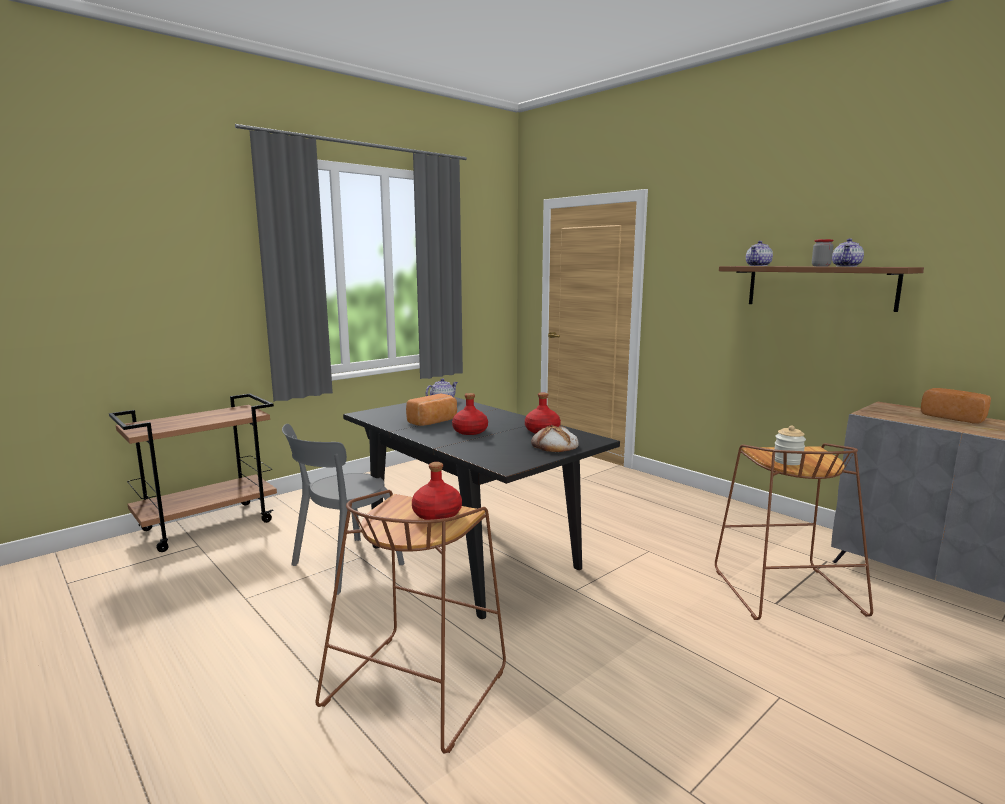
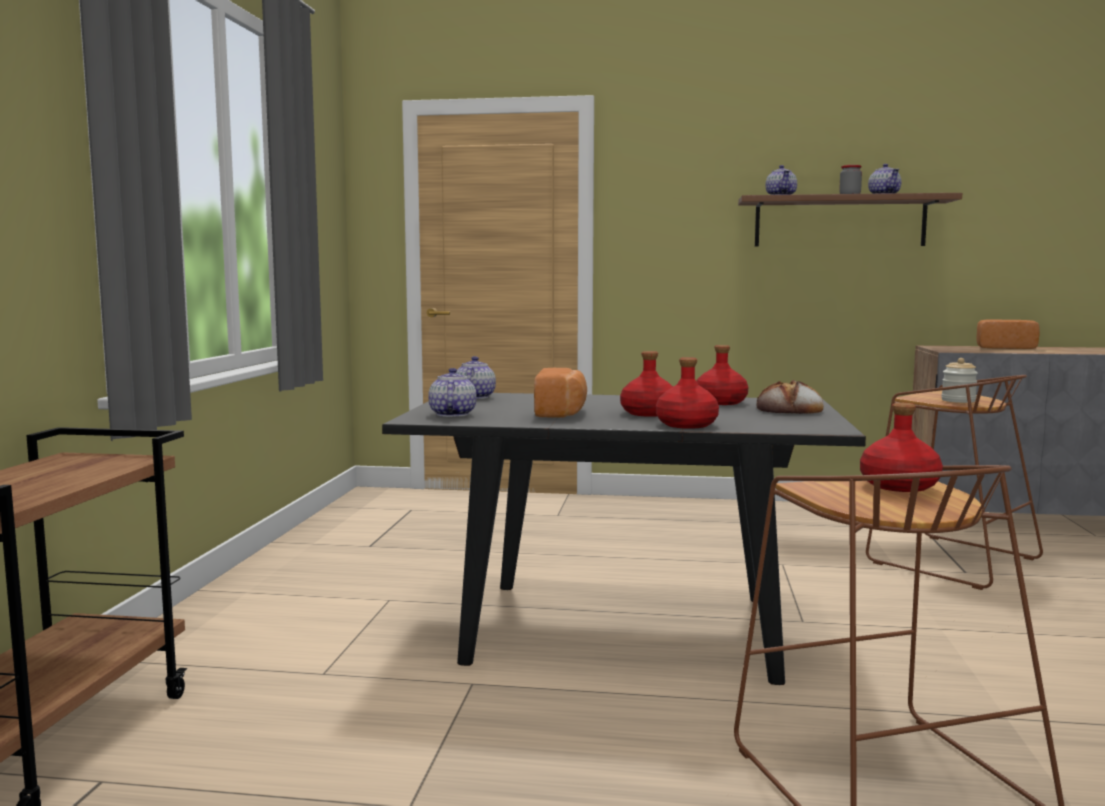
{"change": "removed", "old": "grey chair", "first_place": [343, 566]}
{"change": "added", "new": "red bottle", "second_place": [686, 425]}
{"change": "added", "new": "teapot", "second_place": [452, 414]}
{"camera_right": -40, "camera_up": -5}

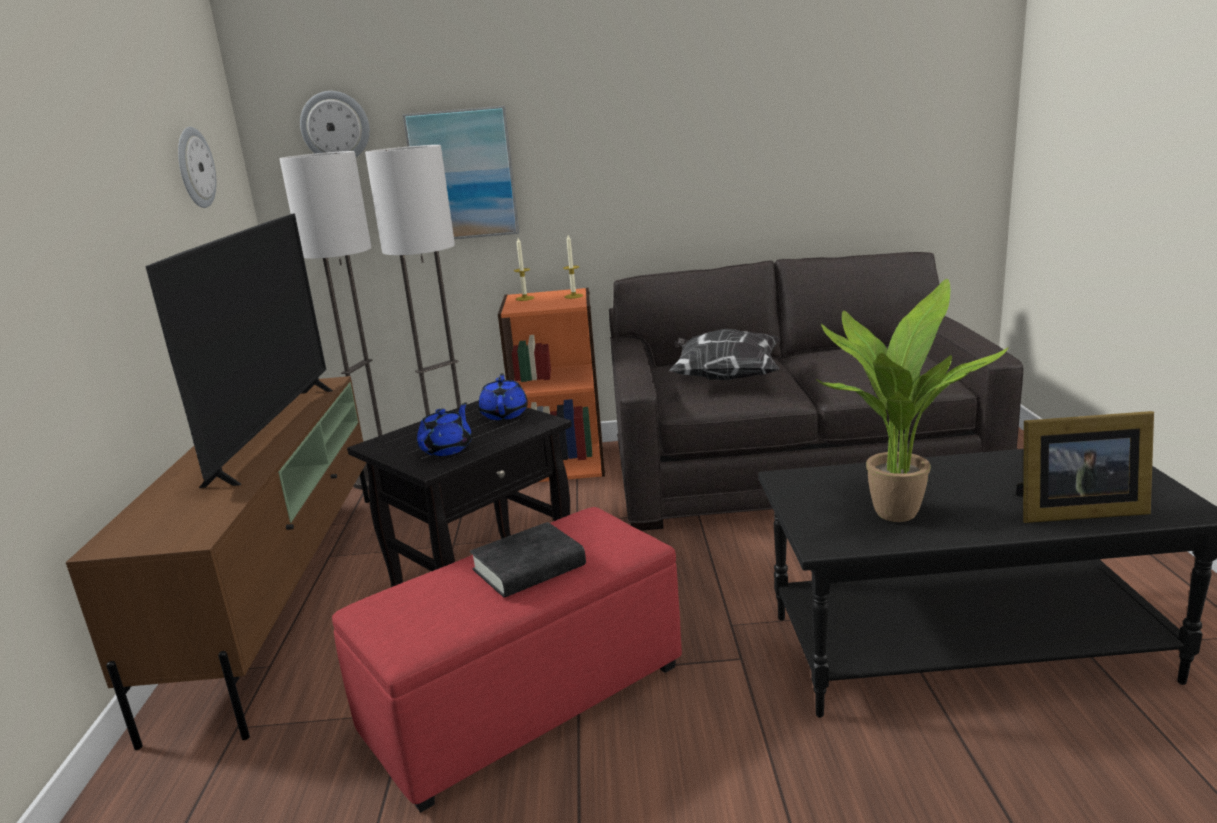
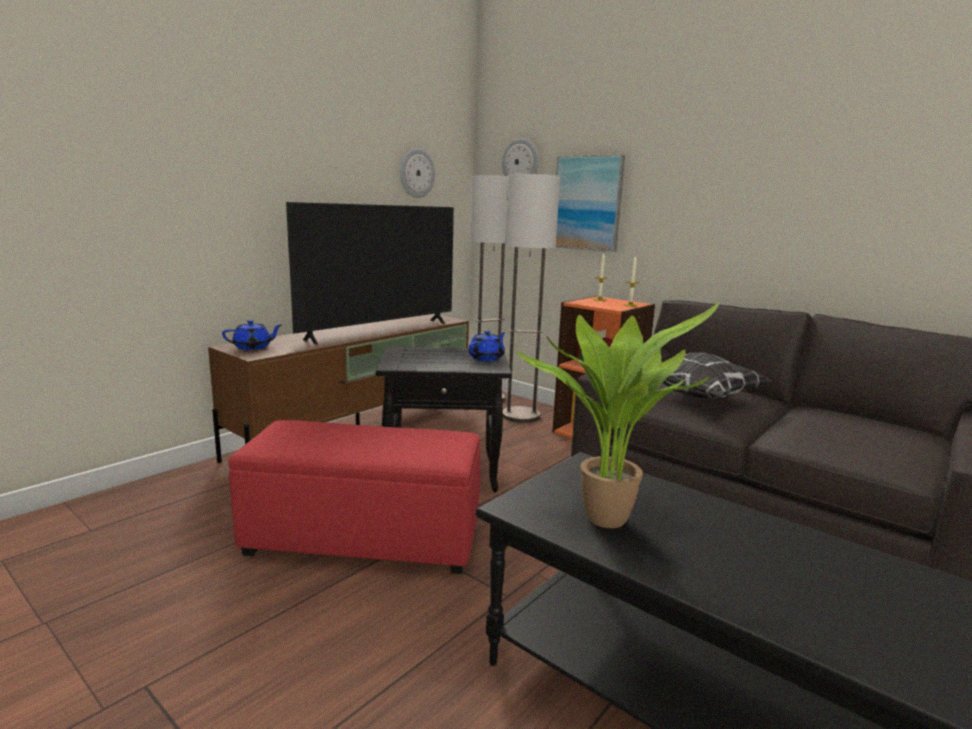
{"change": "moved", "old": "blue teapot", "first_place": [447, 448], "second_place": [253, 347]}
{"change": "removed", "old": "picture frame", "first_place": [1073, 511]}
{"change": "removed", "old": "black book", "first_place": [529, 568]}
{"camera_right": 40, "camera_up": -5}

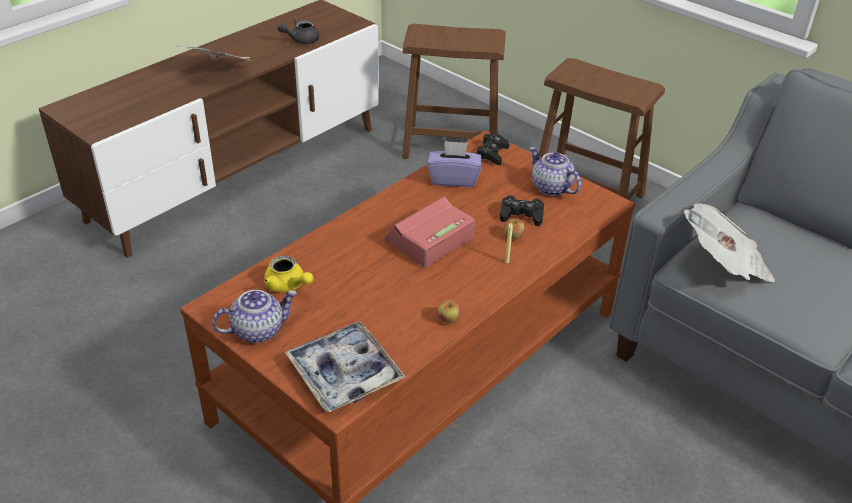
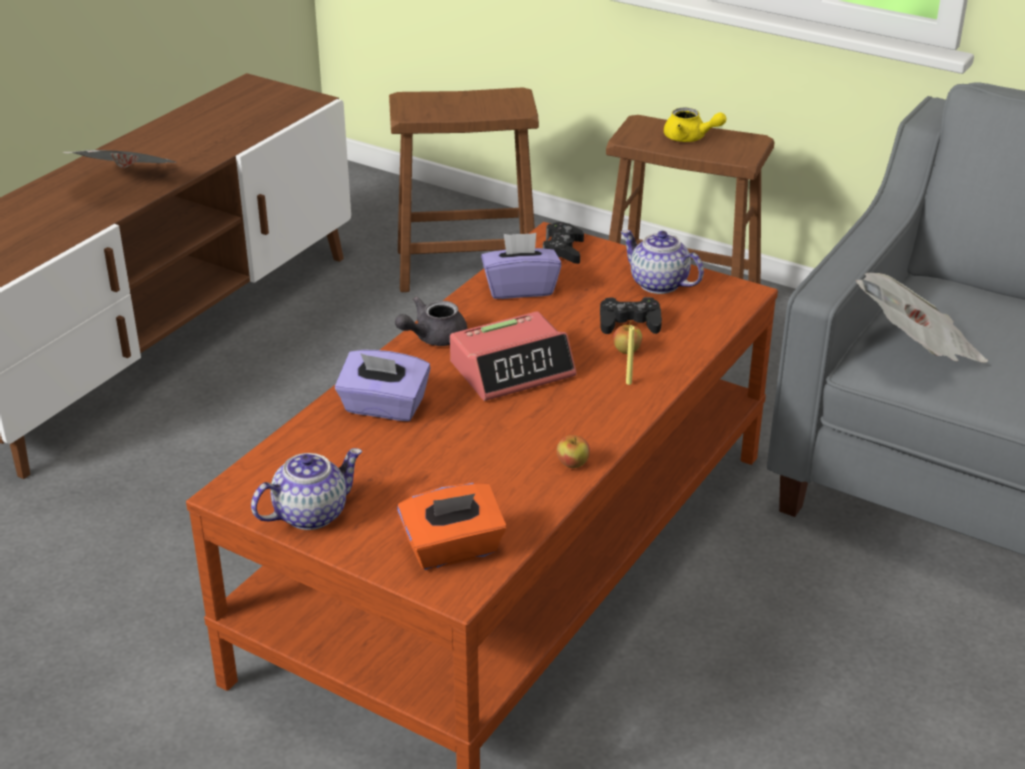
{"change": "moved", "old": "grey teapot", "first_place": [300, 40], "second_place": [433, 338]}
{"change": "turned", "old": "alarm clock", "first_place": [429, 240], "second_place": [512, 369], "degrees": -150}
{"change": "moved", "old": "yellow teapot", "first_place": [288, 286], "second_place": [690, 138]}
{"change": "replaced", "old": "tray", "new": "orange tissue box", "first_place": [344, 373], "second_place": [453, 550]}
{"change": "added", "new": "purple tissue box", "second_place": [384, 407]}
{"camera_right": -10, "camera_up": -5}

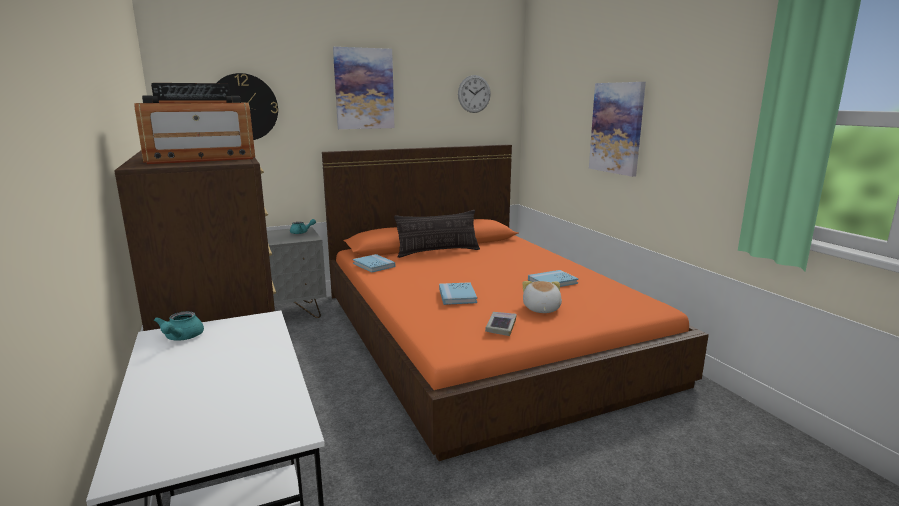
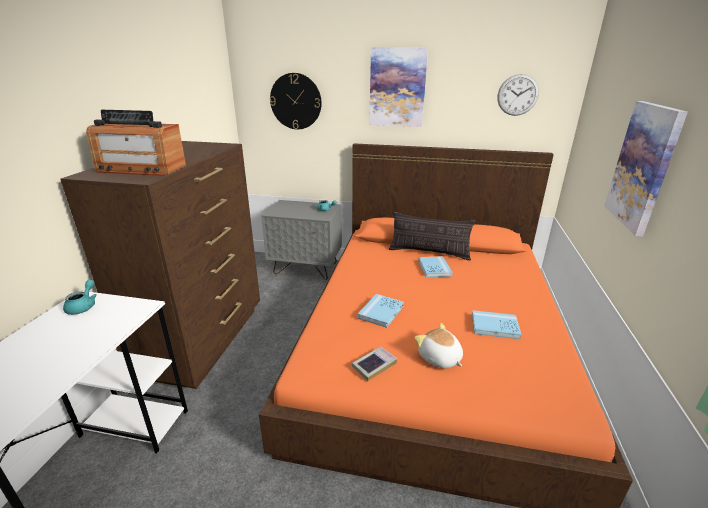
{"change": "moved", "old": "blue book", "first_place": [374, 265], "second_place": [434, 268]}
{"change": "turned", "old": "plush toy", "first_place": [541, 309], "second_place": [439, 358], "degrees": -75}
{"change": "turned", "old": "turquoise teapot", "first_place": [181, 338], "second_place": [84, 306], "degrees": 150}
{"camera_right": 35, "camera_up": 10}

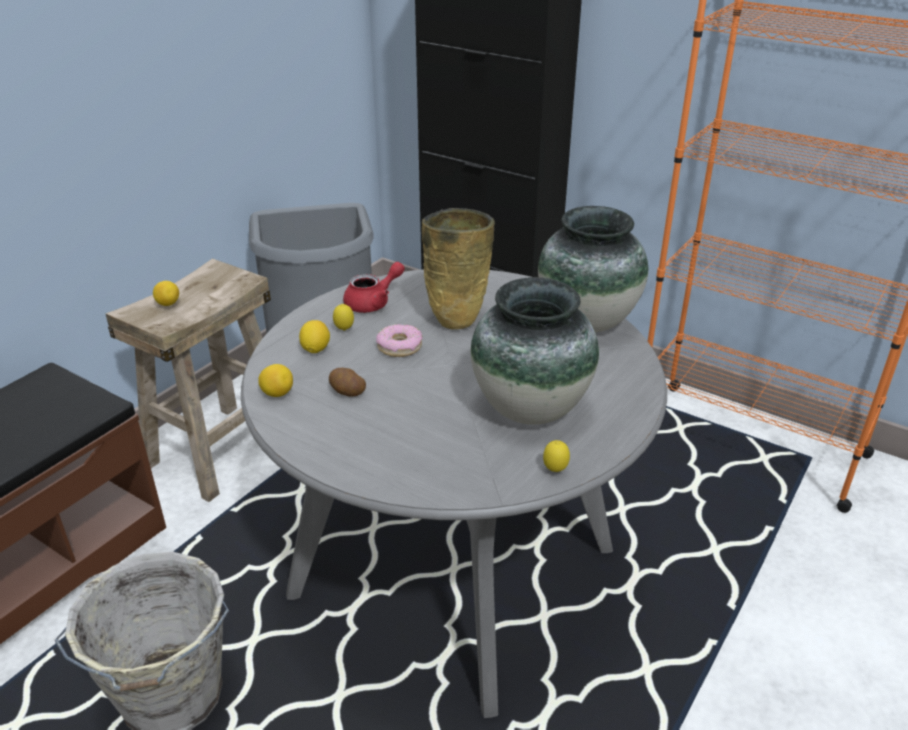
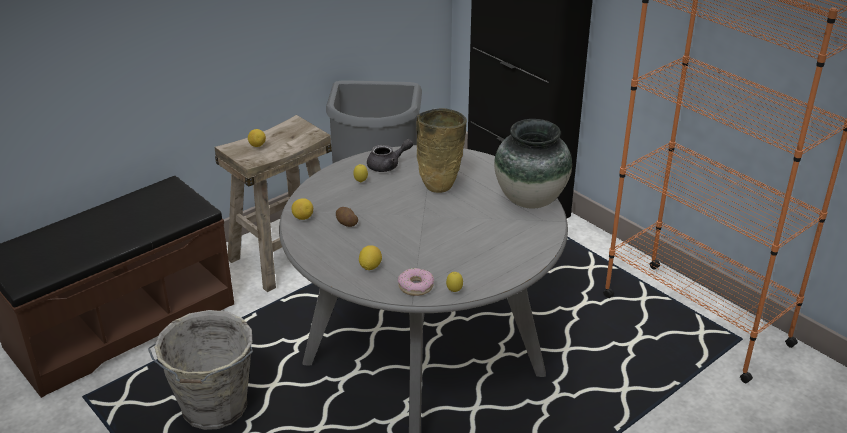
{"change": "recoloured", "old": "red teapot", "new": "grey teapot", "first_place": [373, 303], "second_place": [388, 165]}
{"change": "removed", "old": "vase", "first_place": [530, 408]}
{"change": "moved", "old": "lemon", "first_place": [315, 349], "second_place": [370, 267]}
{"change": "moved", "old": "donut", "first_place": [399, 347], "second_place": [416, 286]}
{"camera_right": 15, "camera_up": 0}

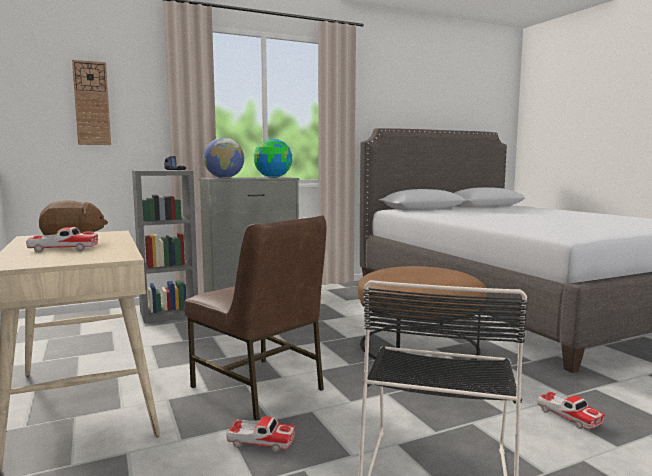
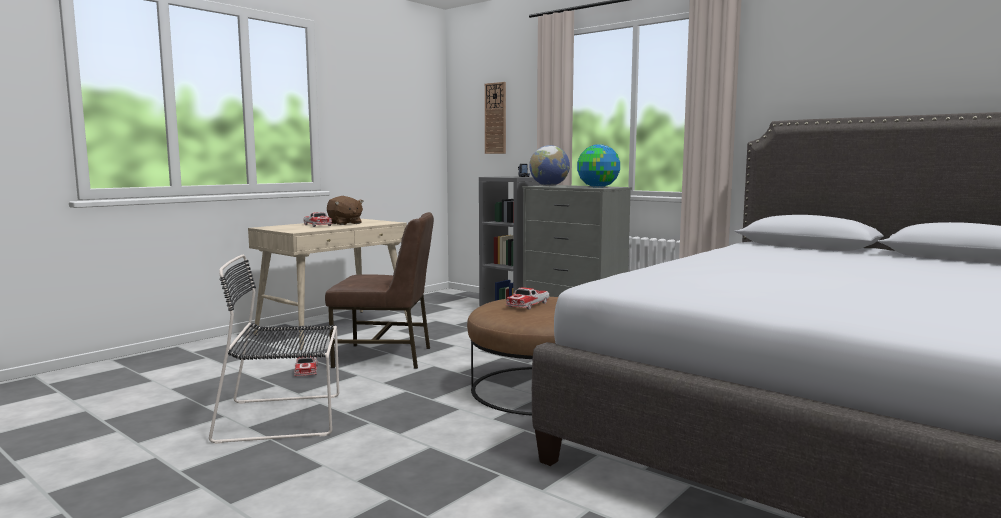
{"change": "turned", "old": "brown chair", "first_place": [259, 388], "second_place": [385, 357], "degrees": -105}
{"change": "moved", "old": "toy car", "first_place": [568, 416], "second_place": [528, 305]}
{"camera_right": 65, "camera_up": 0}

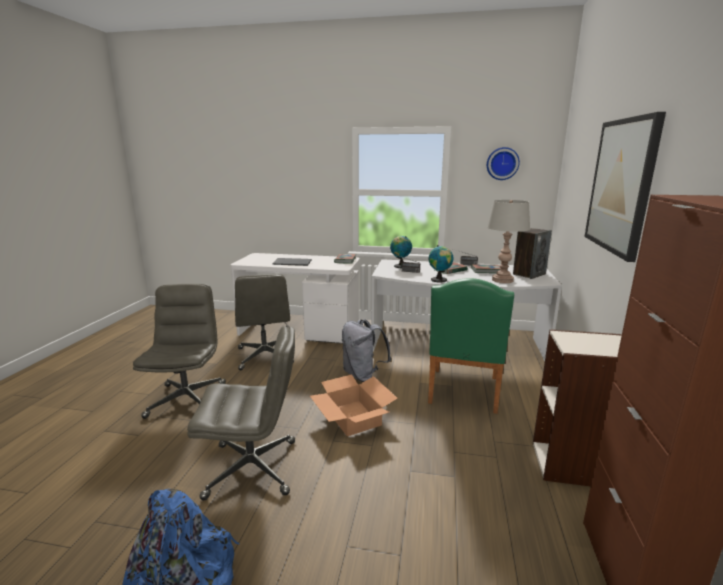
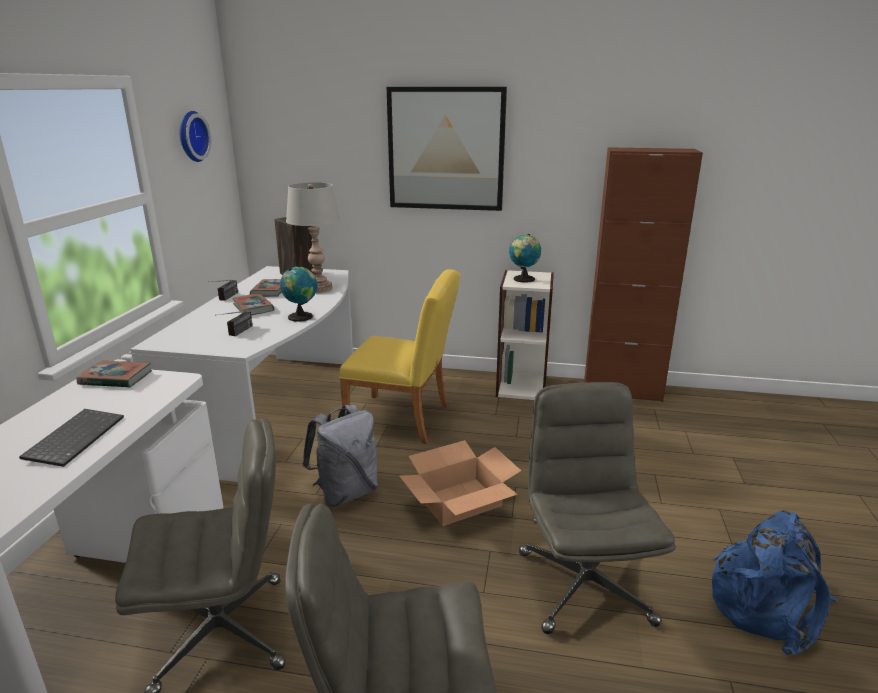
{"change": "moved", "old": "globe", "first_place": [400, 266], "second_place": [523, 279]}
{"change": "recoloured", "old": "green chair", "new": "yellow chair", "first_place": [463, 393], "second_place": [405, 419]}
{"camera_right": -90, "camera_up": 5}

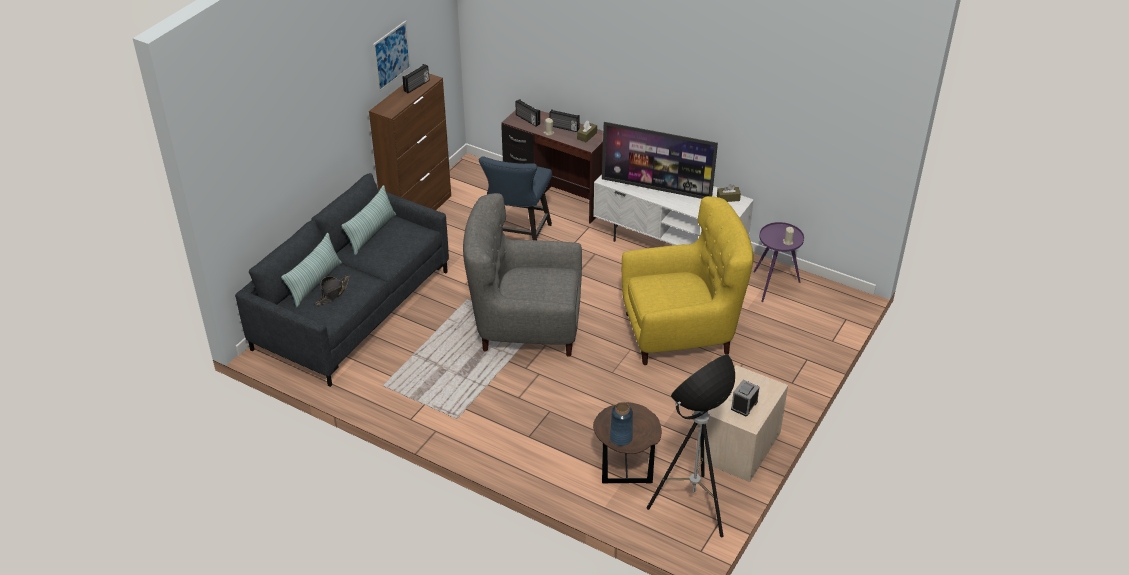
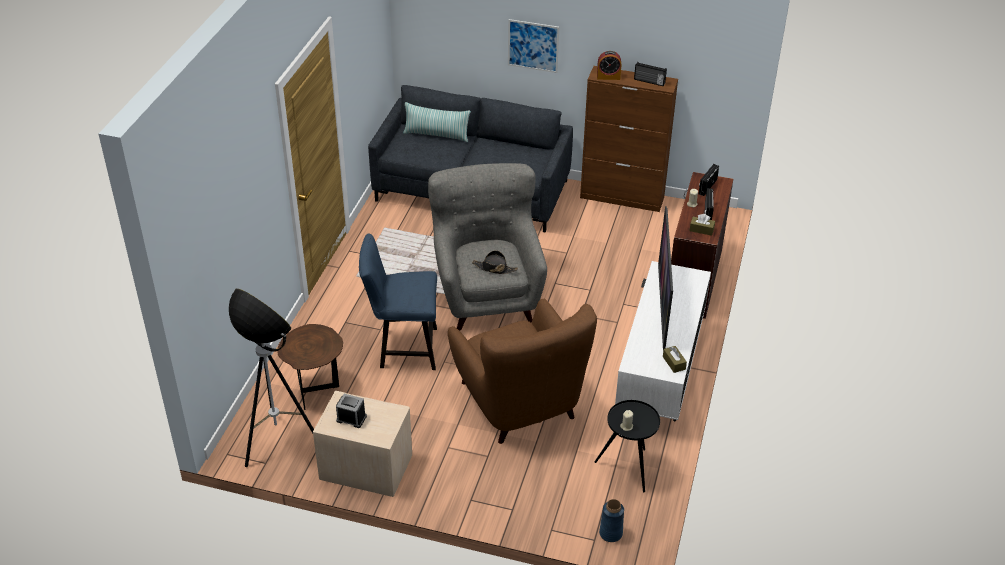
{"change": "moved", "old": "picture", "first_place": [391, 56], "second_place": [533, 46]}
{"change": "moved", "old": "blue chair", "first_place": [518, 238], "second_place": [403, 349]}
{"change": "removed", "old": "pillow", "first_place": [371, 233]}
{"change": "recoloured", "old": "yellow armchair", "new": "brown armchair", "first_place": [681, 332], "second_place": [519, 403]}
{"change": "recoloured", "old": "purple side table", "new": "black side table", "first_place": [774, 285], "second_place": [627, 470]}
{"change": "moved", "old": "black hat", "first_place": [333, 293], "second_place": [494, 268]}
{"change": "moved", "old": "blue vase", "first_place": [621, 438], "second_place": [610, 533]}
{"change": "added", "new": "alarm clock", "second_place": [608, 77]}
{"camera_right": 75, "camera_up": 0}

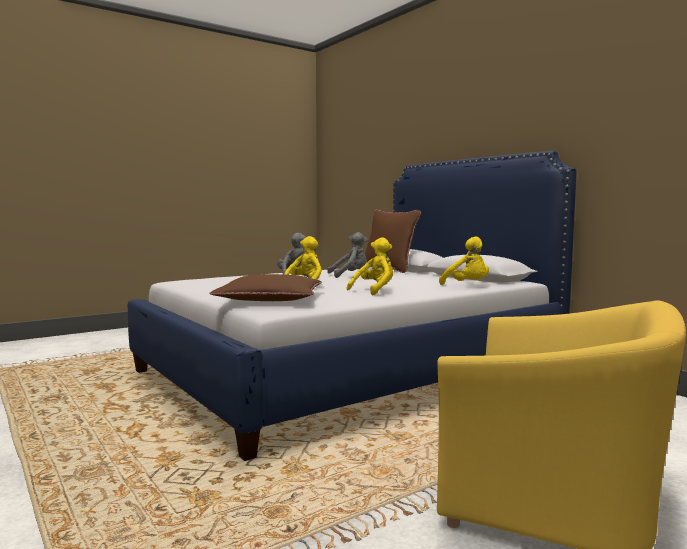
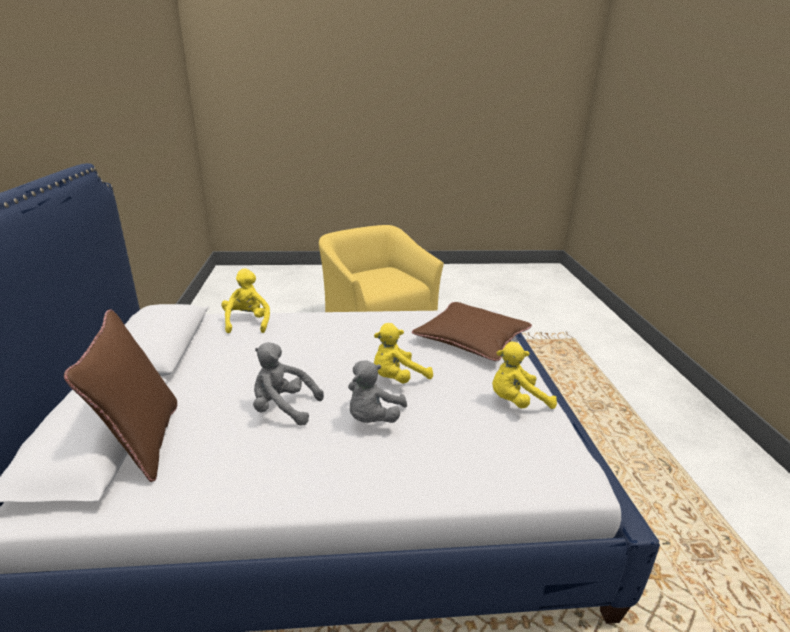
{"change": "moved", "old": "yellow plush toy", "first_place": [374, 291], "second_place": [516, 402]}
{"camera_right": -150, "camera_up": 20}

